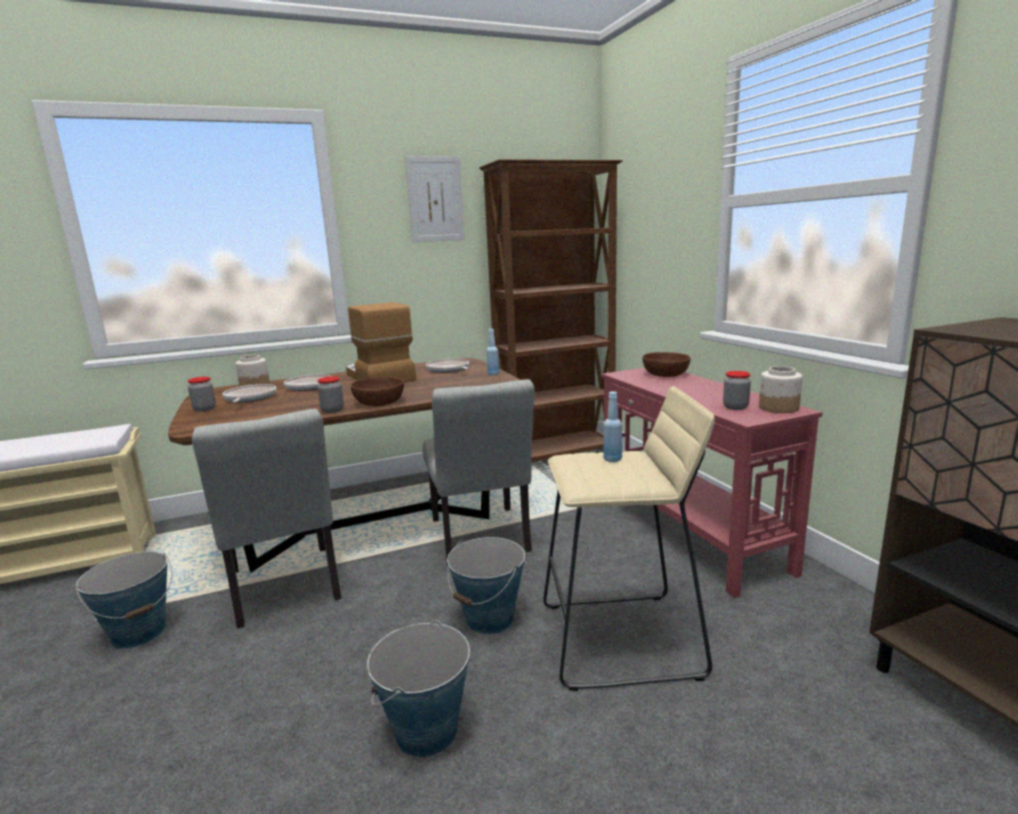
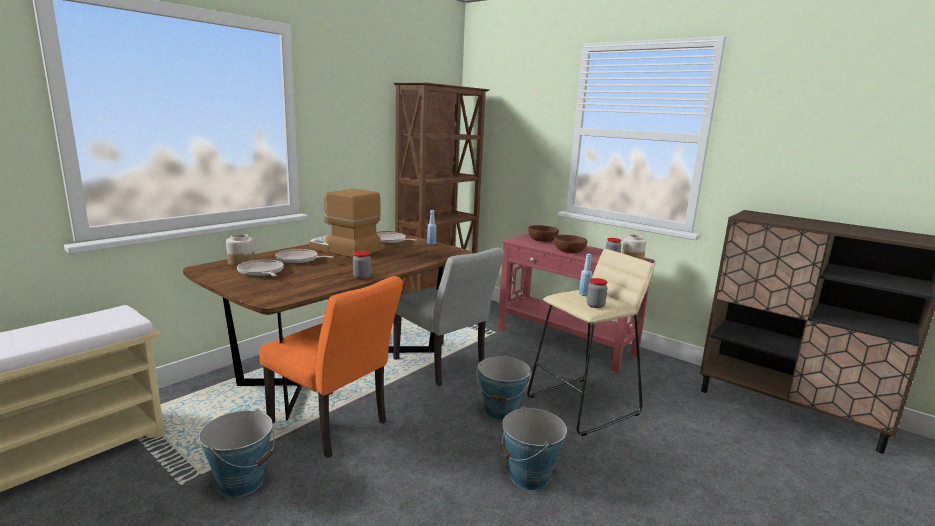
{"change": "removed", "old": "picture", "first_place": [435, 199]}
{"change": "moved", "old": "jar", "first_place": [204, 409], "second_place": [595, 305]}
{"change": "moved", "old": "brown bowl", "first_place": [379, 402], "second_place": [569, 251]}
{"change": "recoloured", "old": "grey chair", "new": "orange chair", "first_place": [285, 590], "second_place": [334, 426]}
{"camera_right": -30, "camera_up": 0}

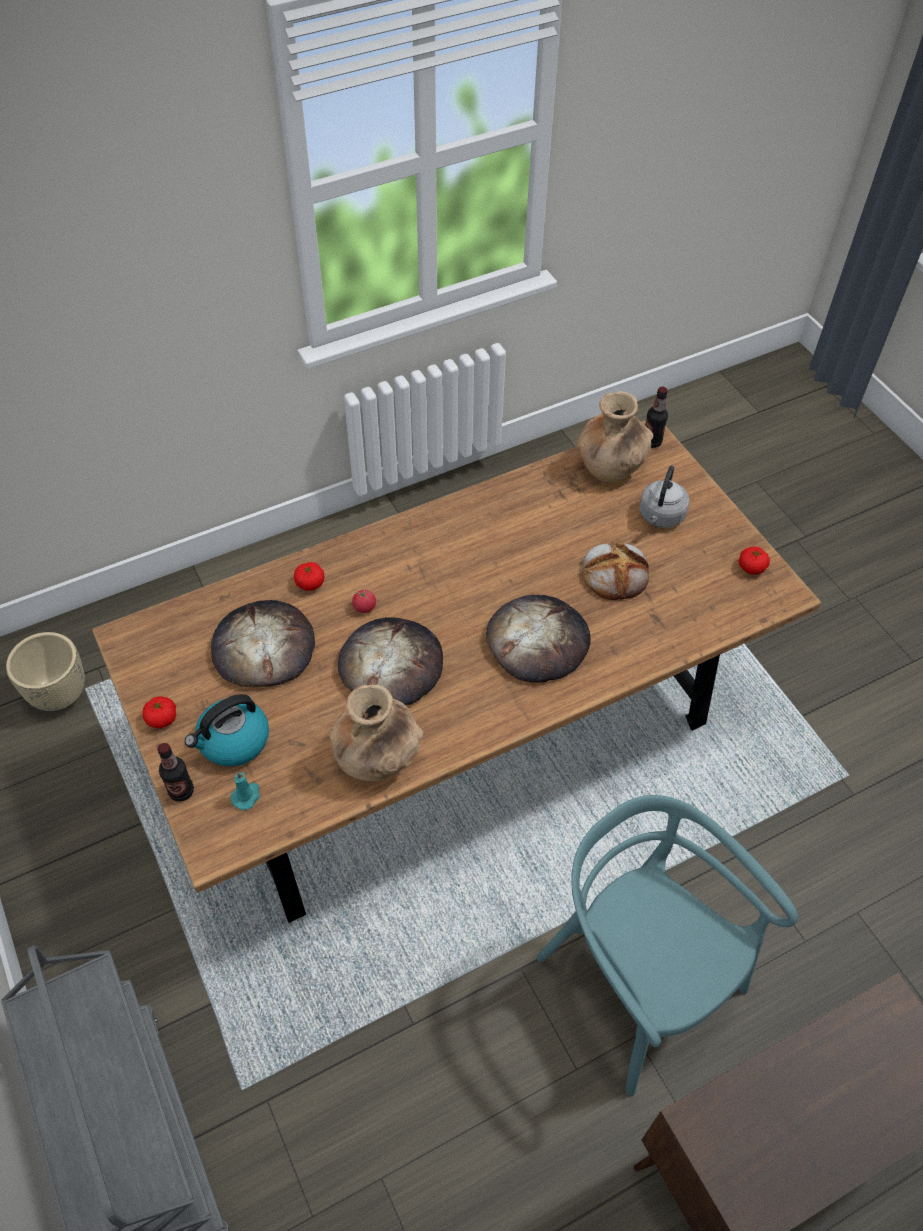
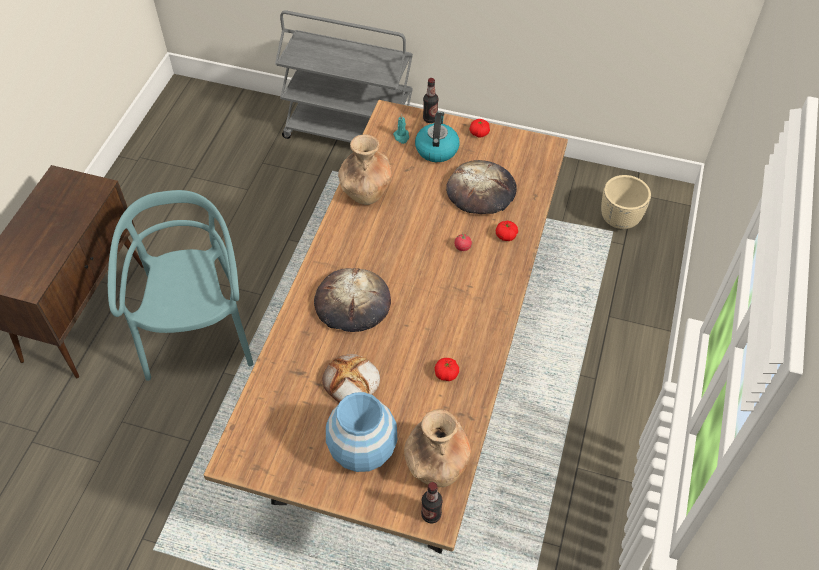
{"change": "replaced", "old": "grey kettle", "new": "blue vase", "first_place": [660, 517], "second_place": [363, 450]}
{"change": "moved", "old": "tomato", "first_place": [751, 567], "second_place": [446, 374]}
{"change": "removed", "old": "bread", "first_place": [391, 665]}
{"change": "turned", "old": "turquoise chair", "first_place": [638, 981], "second_place": [198, 333], "degrees": -105}
{"camera_right": 135, "camera_up": 0}

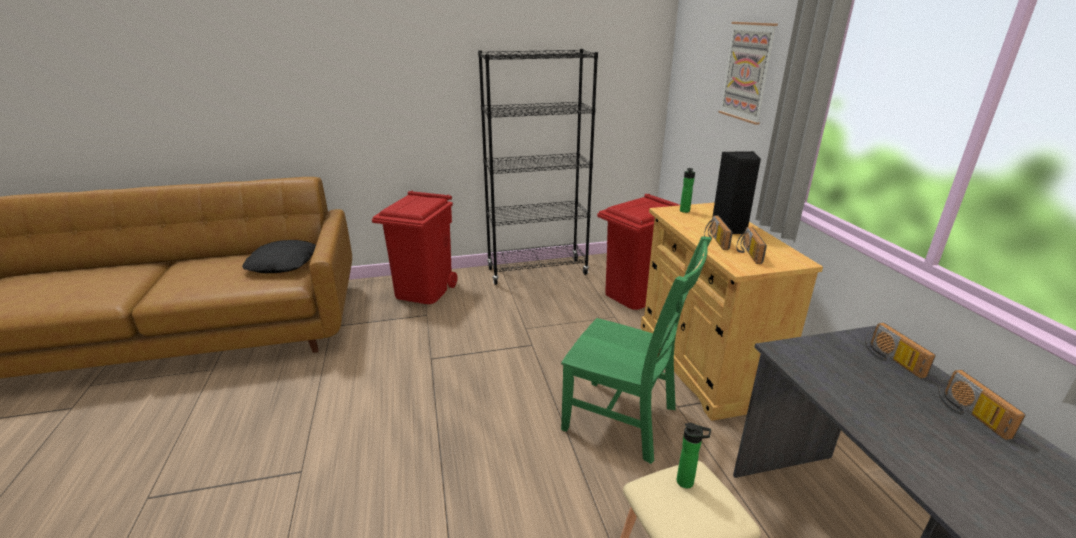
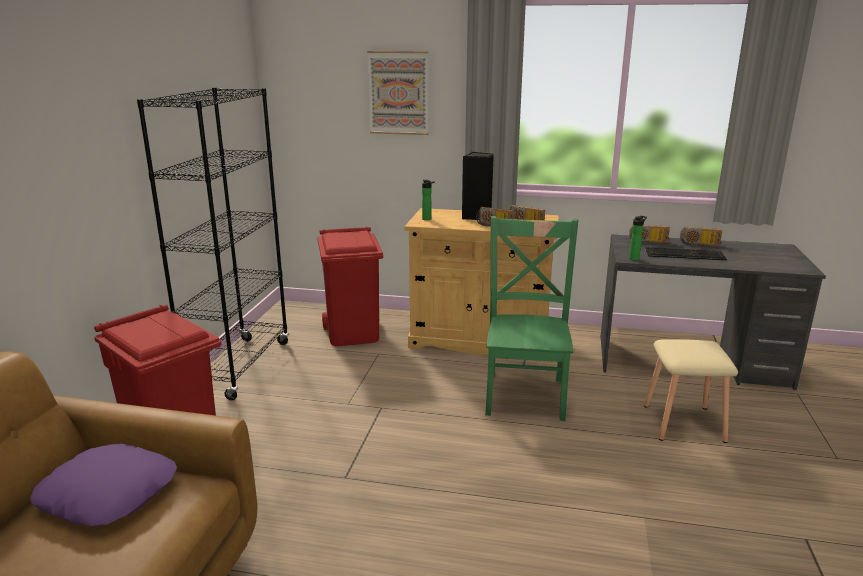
{"change": "turned", "old": "green chair", "first_place": [624, 420], "second_place": [525, 393], "degrees": -45}
{"change": "recoloured", "old": "black pillow", "new": "purple pillow", "first_place": [283, 263], "second_place": [109, 494]}
{"change": "moved", "old": "bottle", "first_place": [688, 482], "second_place": [635, 258]}
{"change": "added", "new": "keyboard", "second_place": [685, 254]}
{"camera_right": -65, "camera_up": -5}

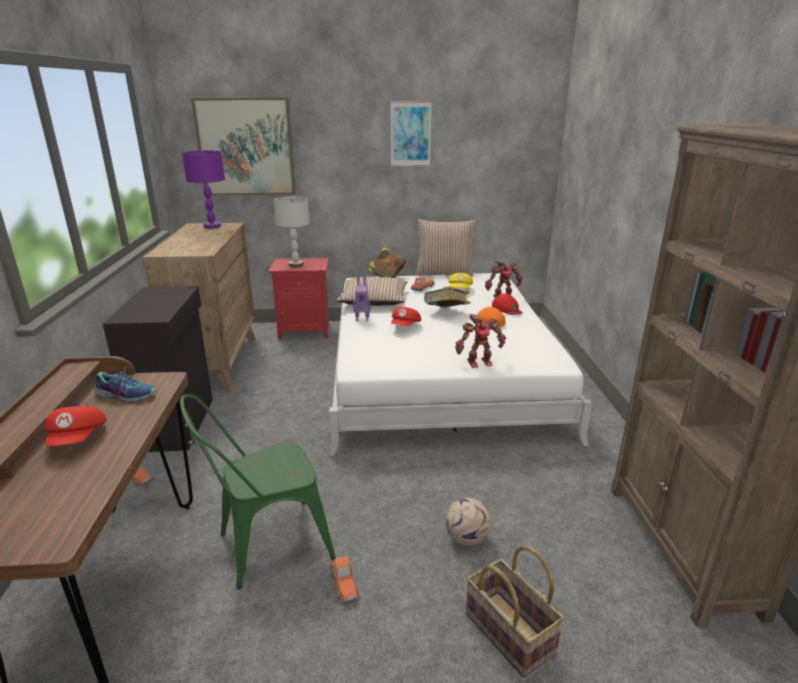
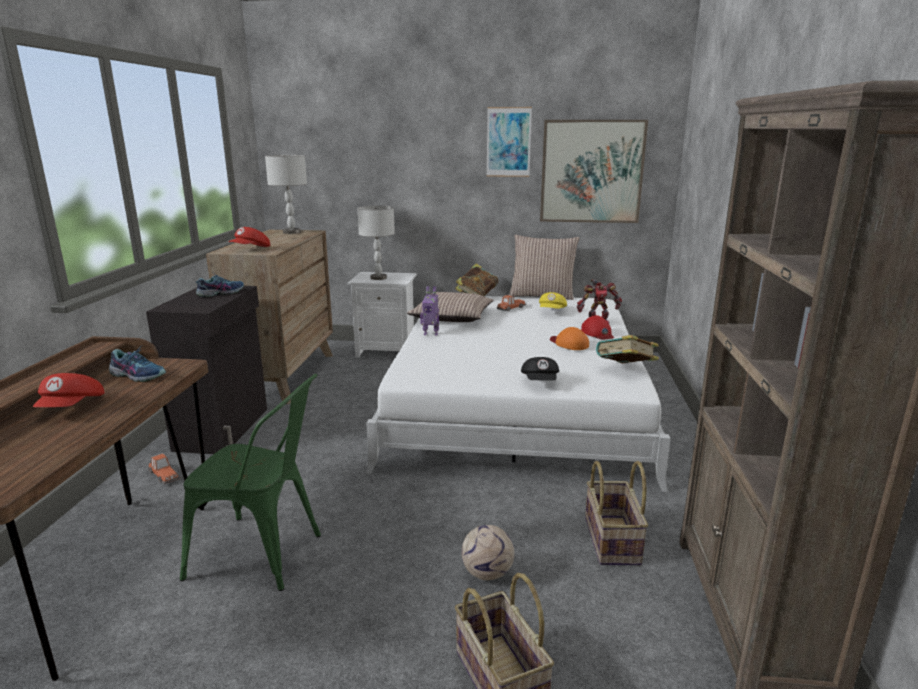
{"change": "moved", "old": "picture", "first_place": [245, 147], "second_place": [591, 172]}
{"change": "recoloured", "old": "purple table lamp", "new": "grey table lamp", "first_place": [212, 226], "second_place": [292, 232]}
{"change": "recoloured", "old": "red nightstand", "new": "white nightstand", "first_place": [305, 330], "second_place": [386, 351]}
{"change": "moved", "old": "book", "first_place": [446, 313], "second_place": [625, 370]}
{"change": "moved", "old": "red cap", "first_place": [405, 326], "second_place": [251, 249]}
{"change": "replaced", "old": "toy robot", "new": "black cap", "first_place": [478, 362], "second_place": [540, 382]}
{"change": "turned", "old": "green chair", "first_place": [265, 546], "second_place": [265, 555], "degrees": -150}
{"change": "removed", "old": "toy car", "first_place": [344, 583]}
{"change": "added", "new": "shoe", "second_place": [221, 293]}
{"change": "added", "new": "basket", "second_place": [613, 541]}
{"camera_right": 10, "camera_up": -5}

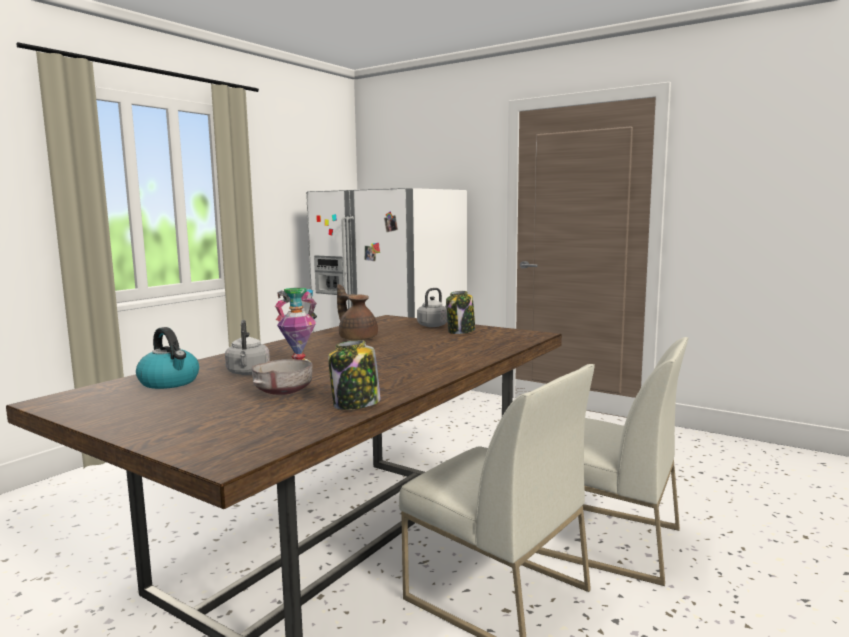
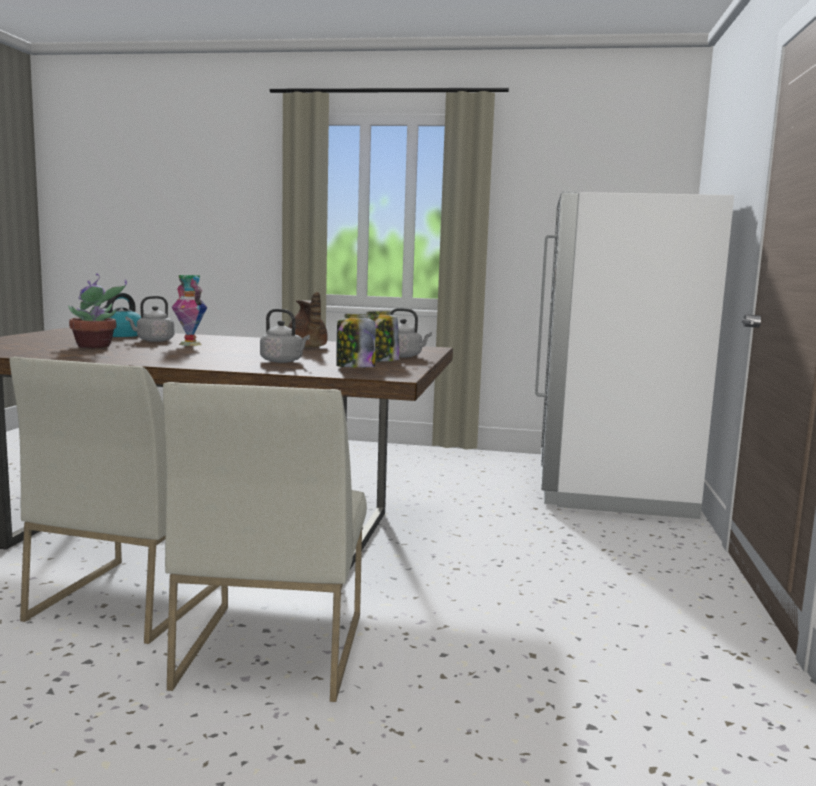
{"change": "turned", "old": "brown teapot", "first_place": [357, 338], "second_place": [307, 347], "degrees": 135}
{"change": "moved", "old": "jar", "first_place": [355, 405], "second_place": [354, 367]}
{"change": "replaced", "old": "grey bowl", "new": "potted plant", "first_place": [284, 392], "second_place": [95, 346]}
{"change": "added", "new": "grey kettle", "second_place": [283, 361]}
{"camera_right": 65, "camera_up": 0}

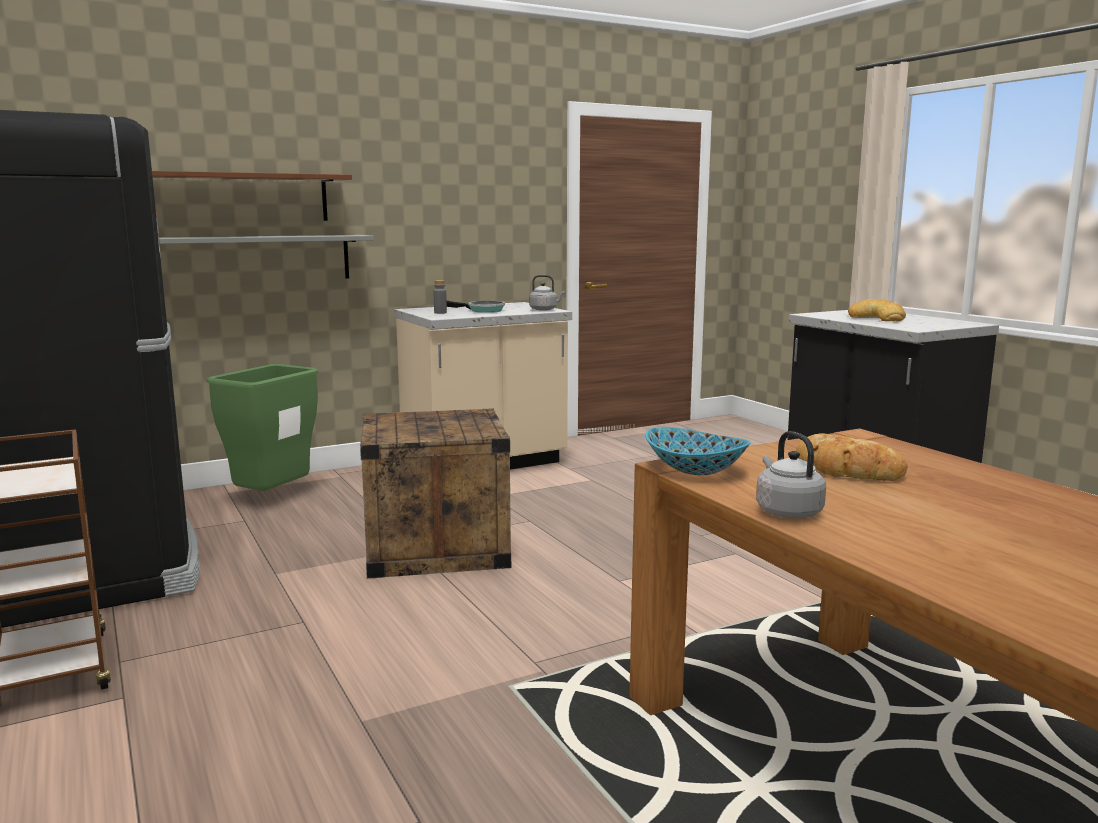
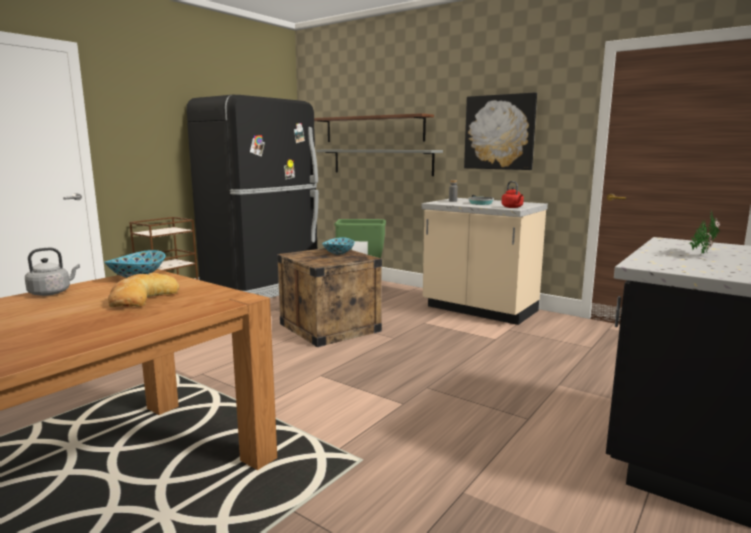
{"change": "recoloured", "old": "grey kettle", "new": "red kettle", "first_place": [545, 309], "second_place": [512, 207]}
{"change": "replaced", "old": "bread", "new": "potted plant", "first_place": [877, 318], "second_place": [701, 254]}
{"change": "added", "new": "picture", "second_place": [499, 132]}
{"change": "added", "new": "bowl", "second_place": [339, 253]}
{"camera_right": 65, "camera_up": 0}

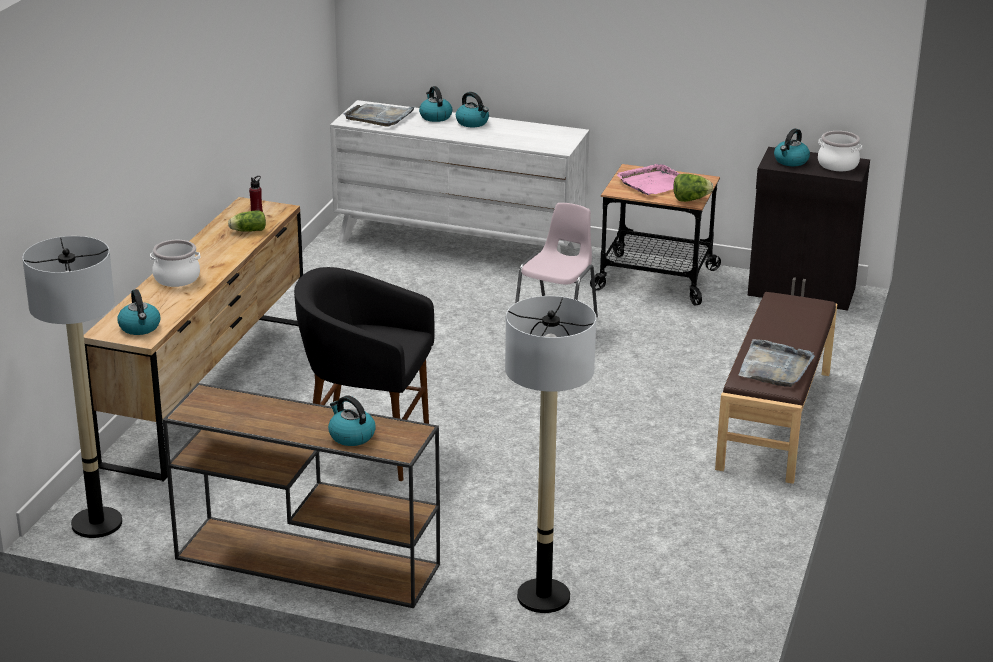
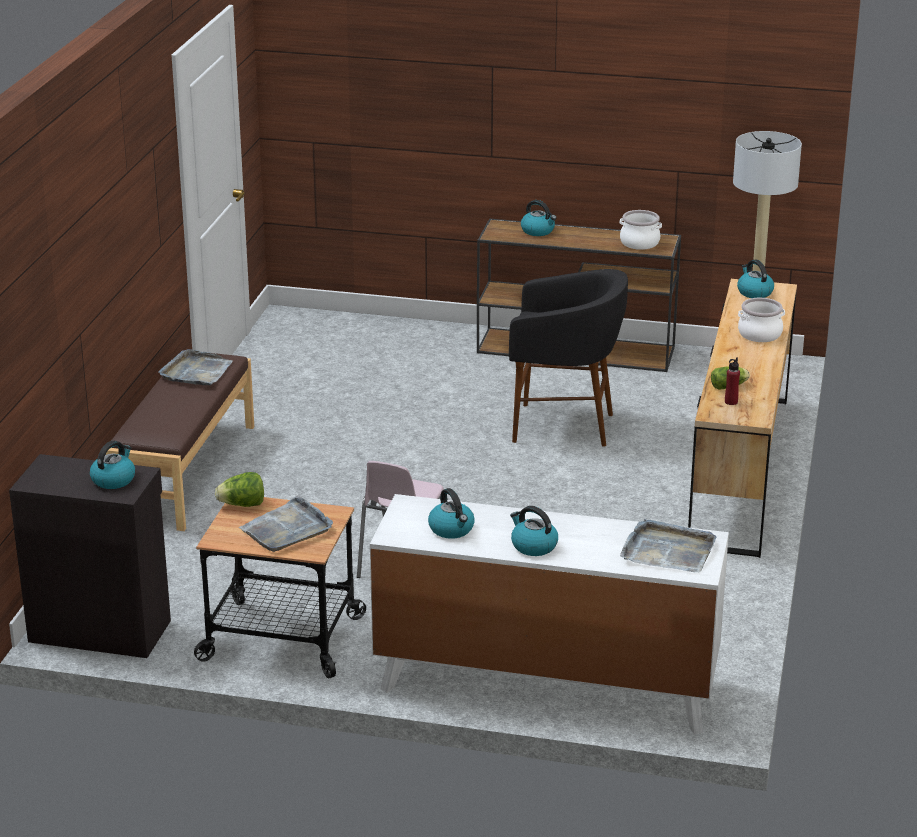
{"change": "moved", "old": "kettle", "first_place": [435, 117], "second_place": [452, 529]}
{"change": "moved", "old": "cooking pot", "first_place": [838, 164], "second_place": [639, 243]}
{"change": "recoloured", "old": "pink tray", "new": "grey tray", "first_place": [652, 183], "second_place": [287, 529]}
{"change": "removed", "old": "floor lamp", "first_place": [543, 597]}
{"camera_right": 175, "camera_up": 0}

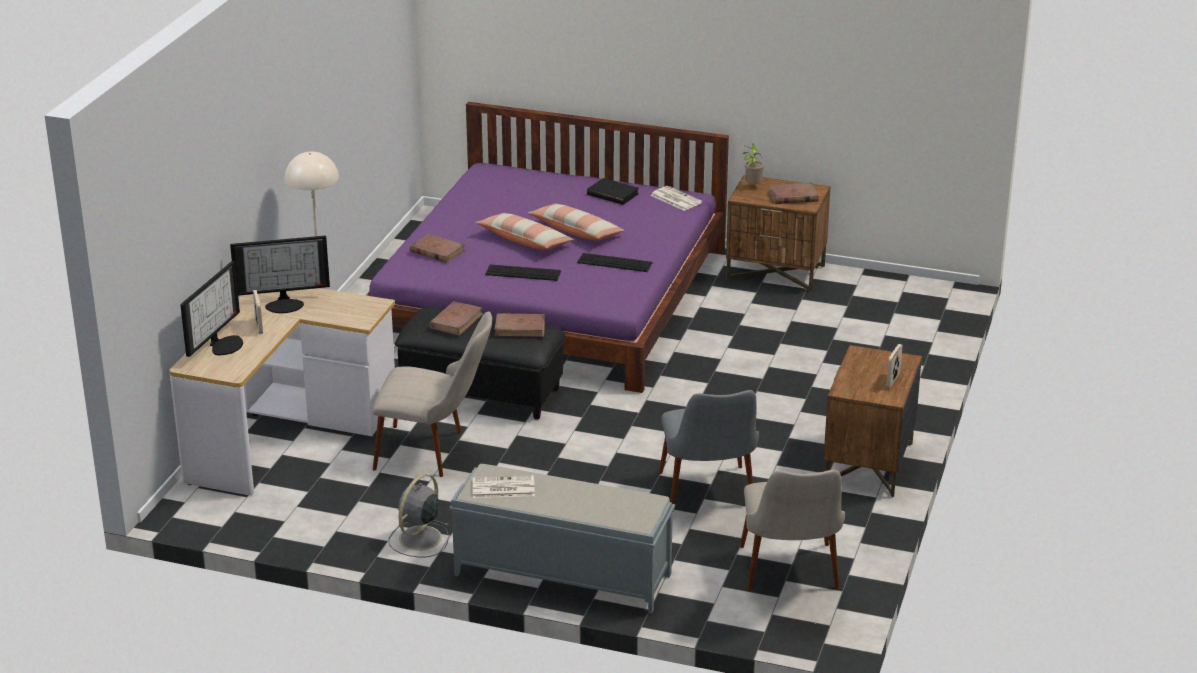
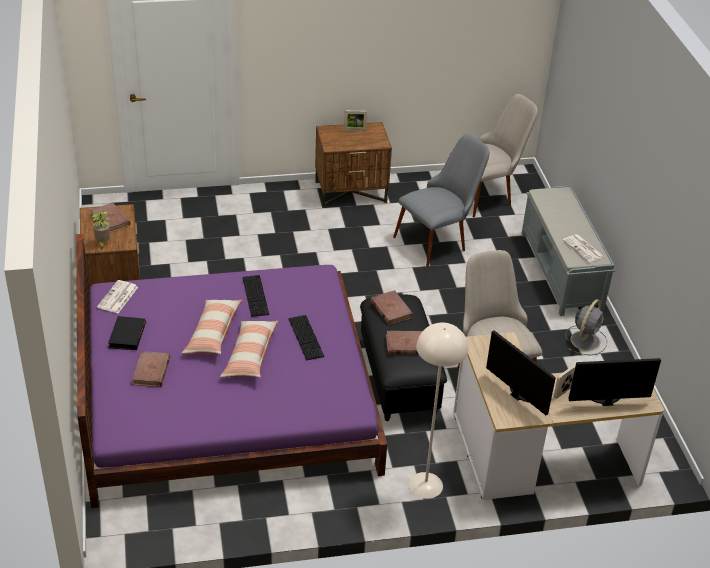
{"change": "moved", "old": "brown book", "first_place": [437, 251], "second_place": [151, 371]}
{"change": "turned", "old": "grey fan", "first_place": [419, 539], "second_place": [585, 340], "degrees": -60}
{"camera_right": -120, "camera_up": 10}

